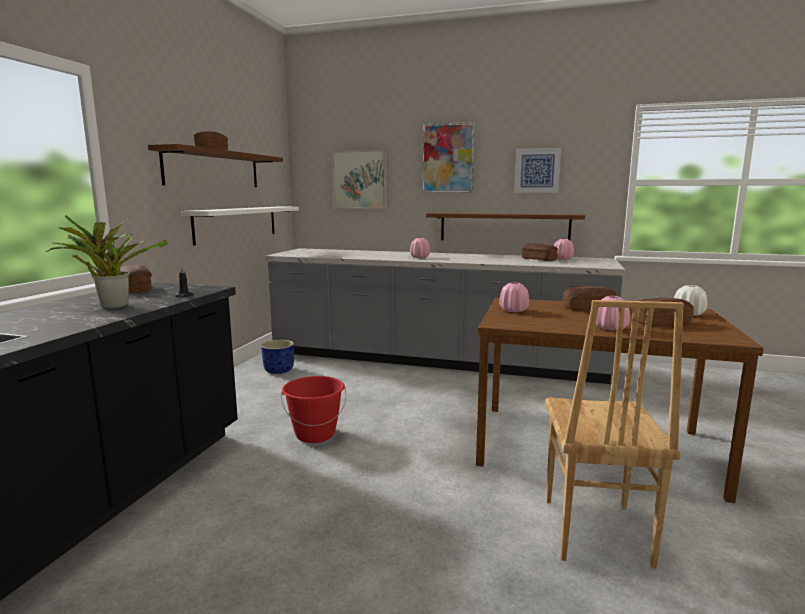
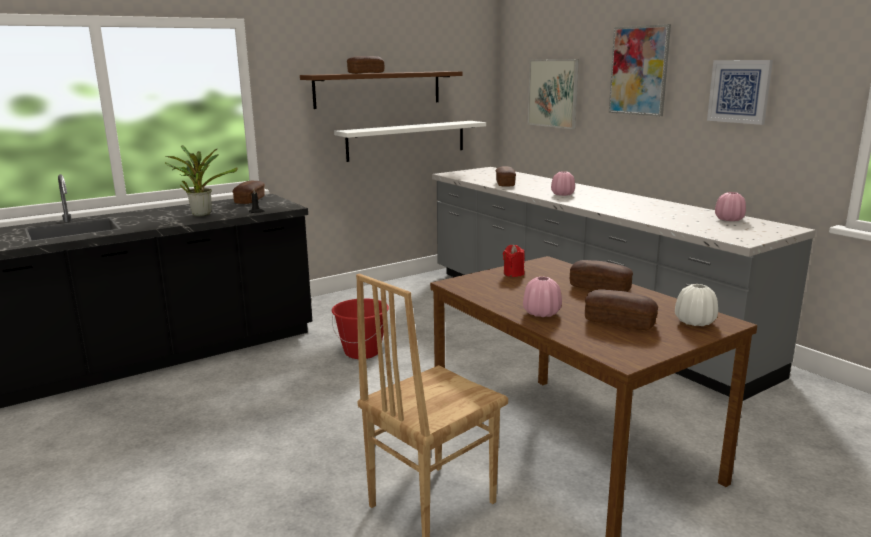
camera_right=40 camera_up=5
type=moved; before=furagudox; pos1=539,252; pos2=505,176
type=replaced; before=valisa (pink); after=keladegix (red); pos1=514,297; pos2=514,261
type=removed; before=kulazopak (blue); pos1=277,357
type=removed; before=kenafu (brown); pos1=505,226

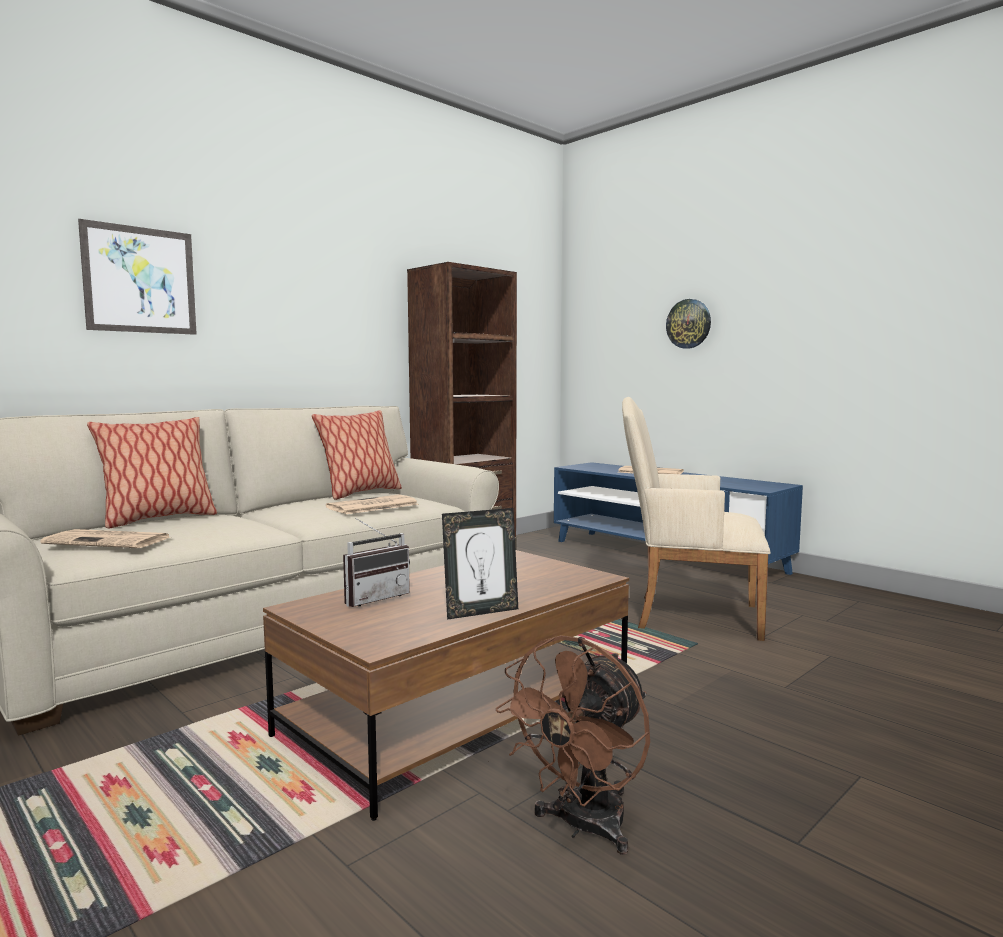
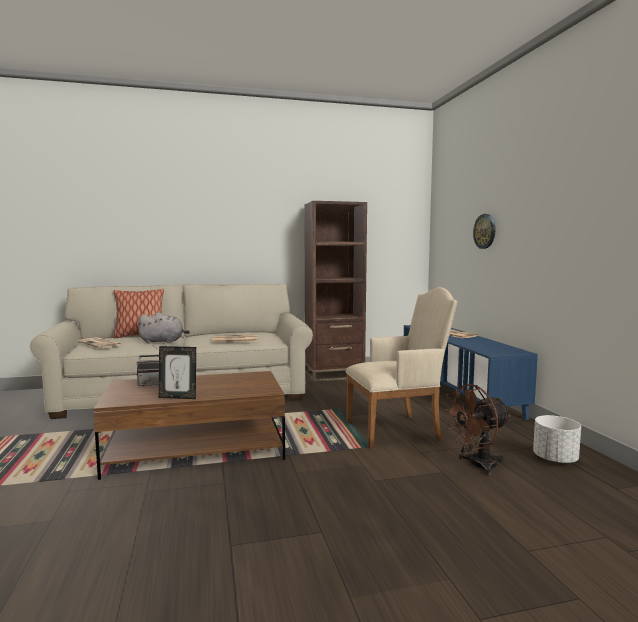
camera_right=30 camera_up=0
type=added; after=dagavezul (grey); pos2=163,328
type=turned; before=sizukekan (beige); pos1=696,519; pos2=401,368; turn=120
type=moved; before=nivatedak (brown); pos1=573,745; pos2=477,430
type=added; after=kulazopak (white); pos2=557,439
type=removed; before=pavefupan; pos1=137,277
type=removed; before=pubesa; pos1=357,455

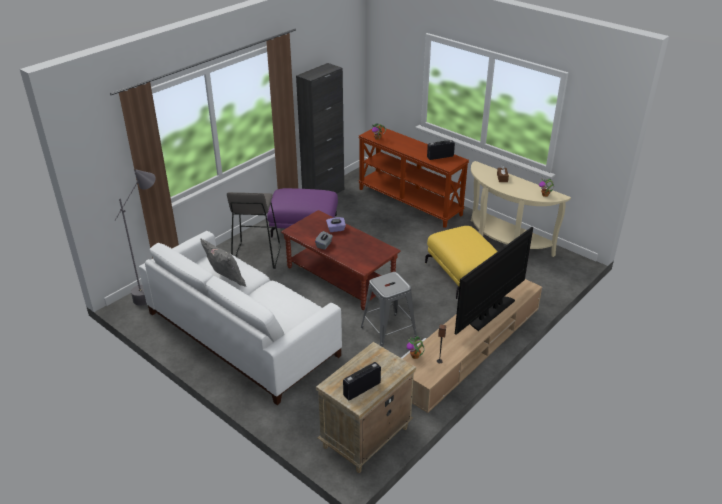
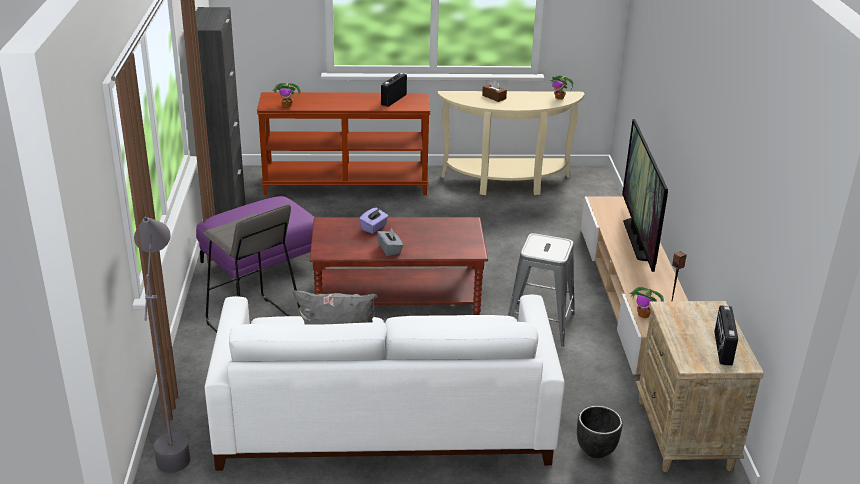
camera_right=-45 camera_up=-5
type=added; after=kulazopak (black); pos2=600,432
type=removed; before=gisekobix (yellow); pos1=461,262

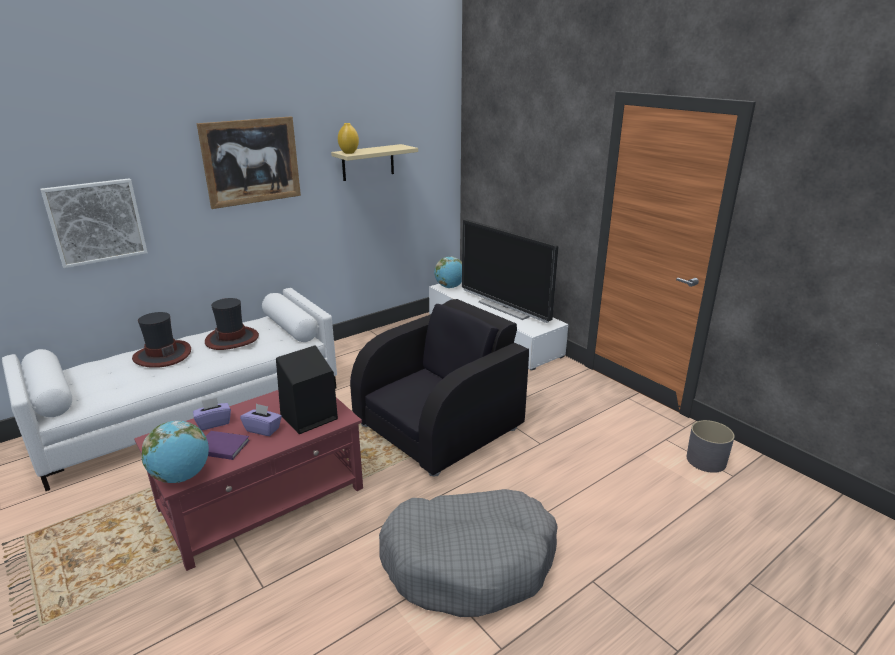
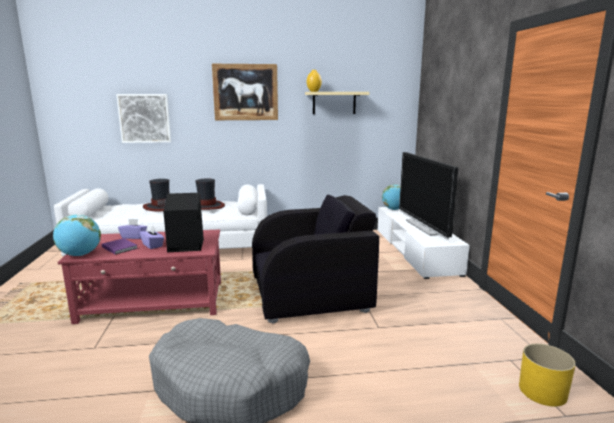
camera_right=30 camera_up=-10
type=recoloured; before=kulazopak (grey); after=kulazopak (yellow); pos1=711,446; pos2=547,375

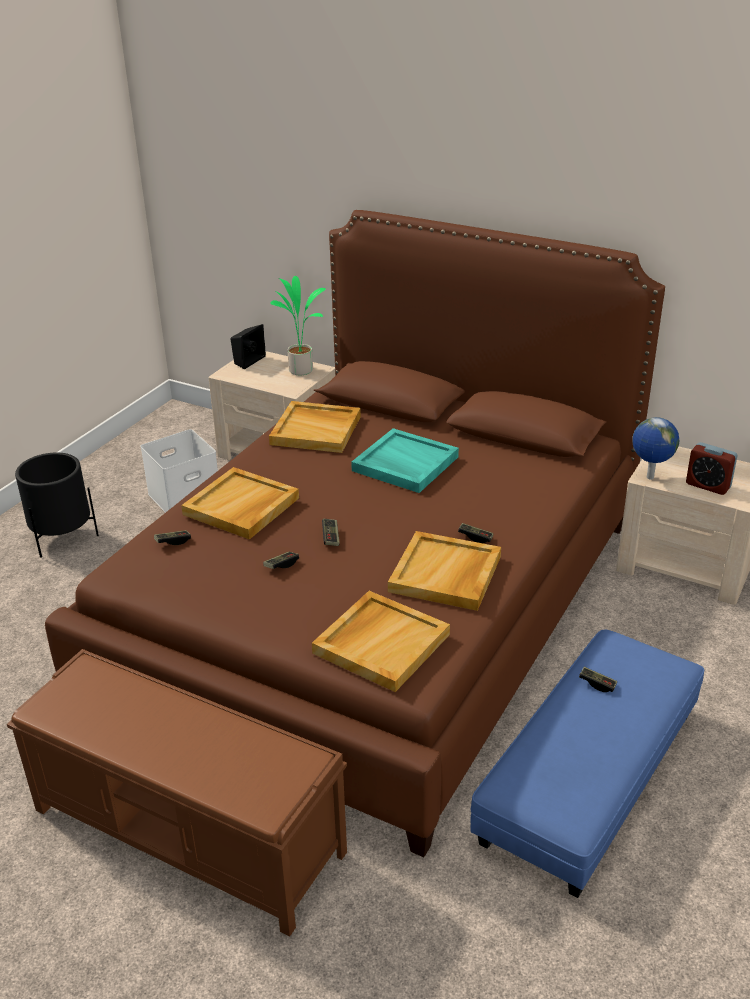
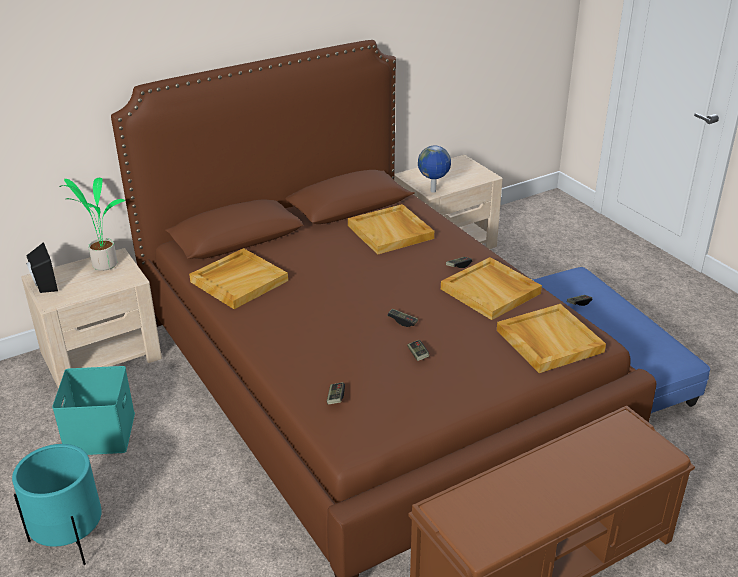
camera_right=-60 camera_up=0
type=recoloured; before=kulazopak (black); after=kulazopak (turquoise); pos1=57,505; pos2=57,504
type=recoloured; before=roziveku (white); after=roziveku (turquoise); pos1=179,471; pos2=93,410
type=moved; before=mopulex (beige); pos1=240,503; pos2=391,229
type=removed; before=mopulex (turquoise); pos1=405,460
type=removed; before=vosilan; pos1=711,468

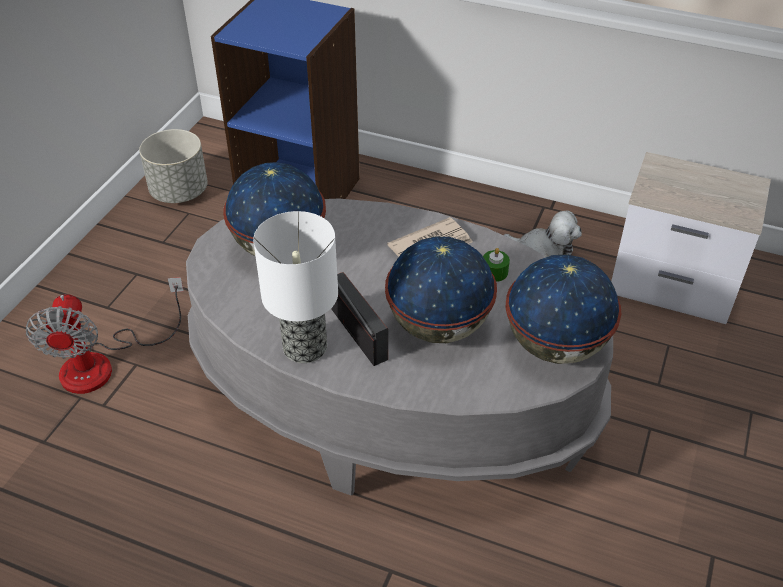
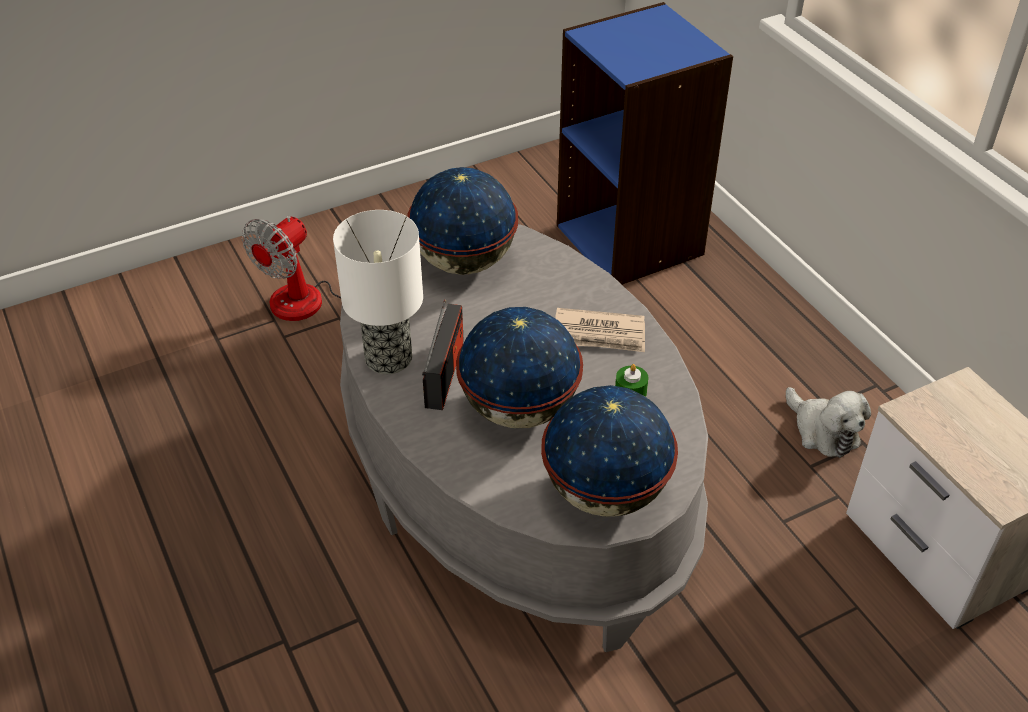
camera_right=40 camera_up=0
type=removed; before=kulazopak (grey); pos1=173,166

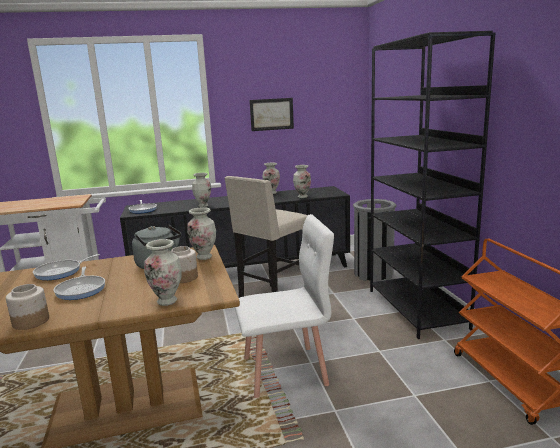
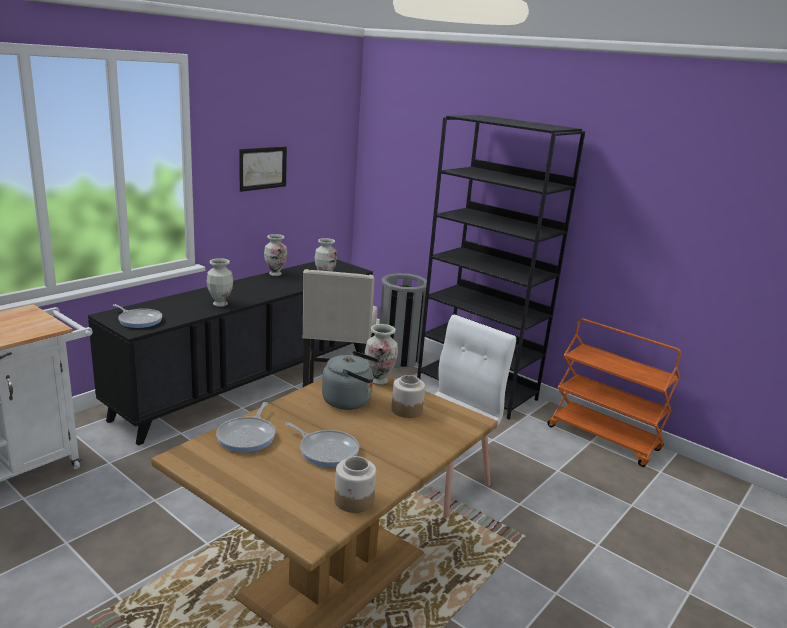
camera_right=-40 camera_up=5
type=removed; before=valisa; pos1=163,272

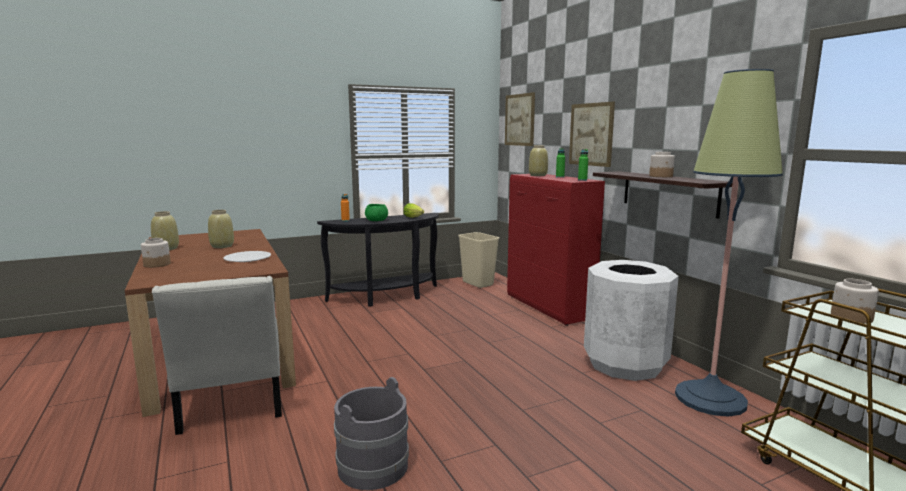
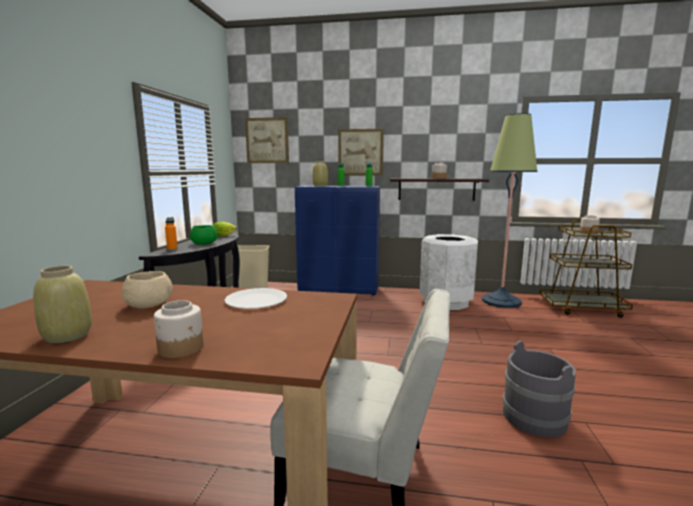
camera_right=-55 camera_up=0
type=replaced; before=valisa (beige); after=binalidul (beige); pos1=221,229; pos2=147,290
type=recoloured; before=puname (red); after=puname (blue); pos1=556,250; pos2=337,240

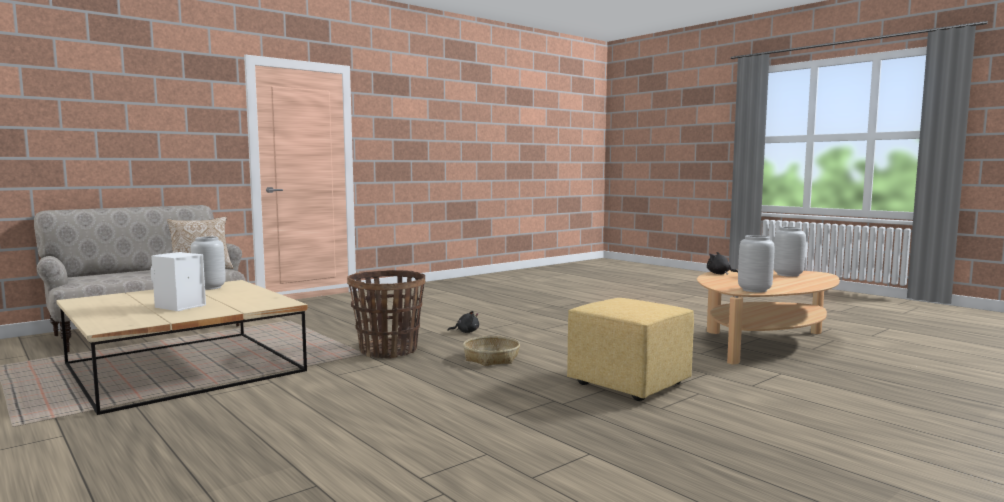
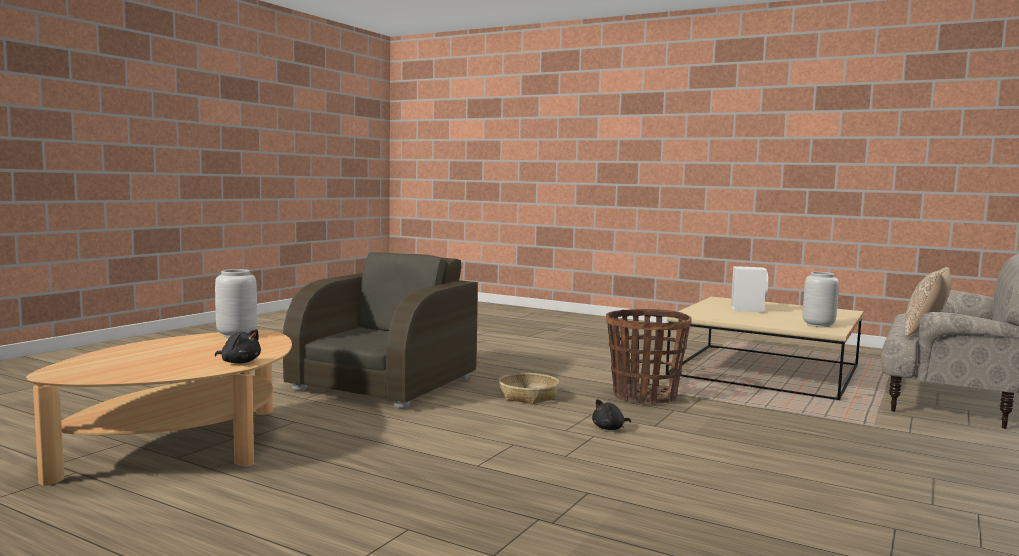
camera_right=160 camera_up=0
type=replaced; before=gisekobix (yellow); after=sizukekan (brown); pos1=630,349; pos2=380,330
type=removed; before=valisa (grey); pos1=790,252

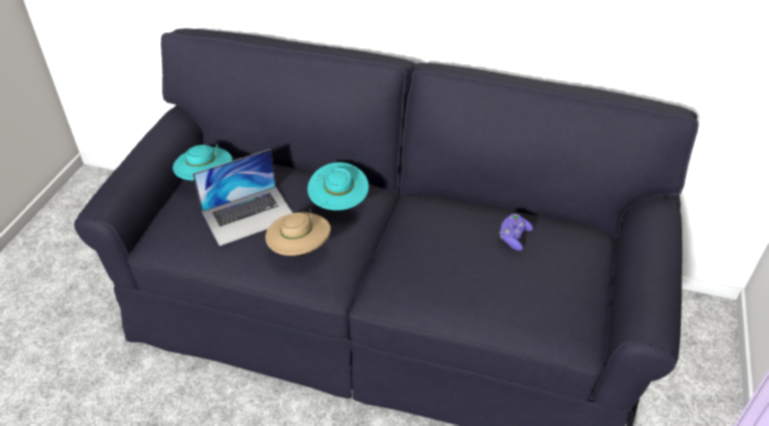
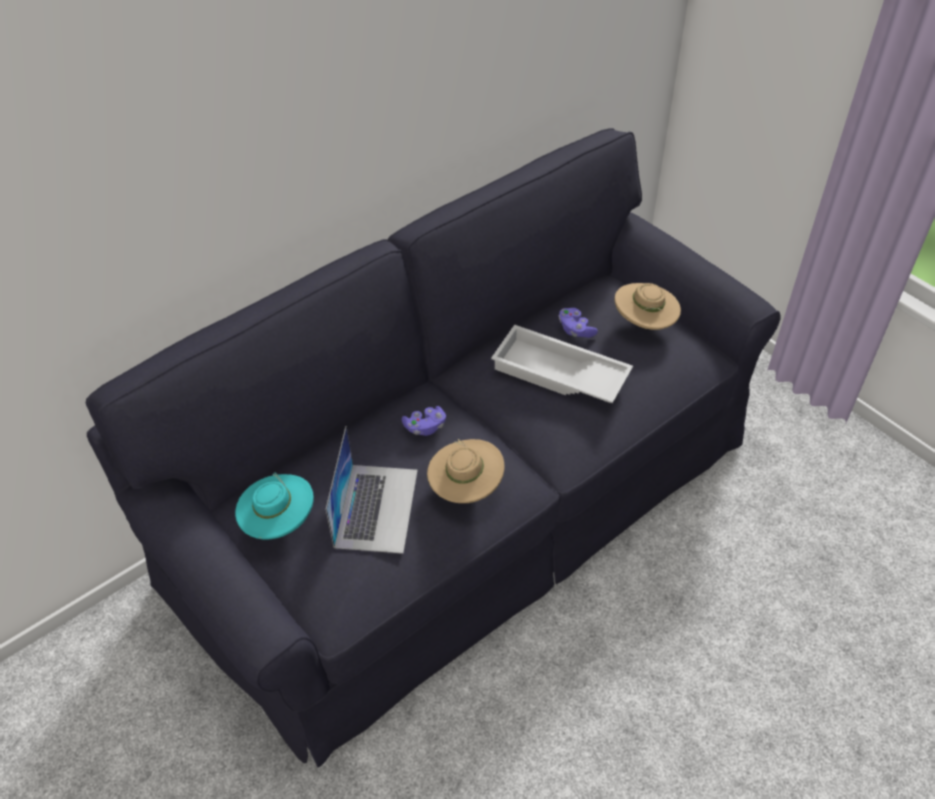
camera_right=-55 camera_up=5
type=replaced; before=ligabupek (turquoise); after=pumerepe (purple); pos1=338,186; pos2=424,421
type=added; after=mopulex (white); pos2=562,364
type=added; after=ligabupek (beige); pos2=647,306

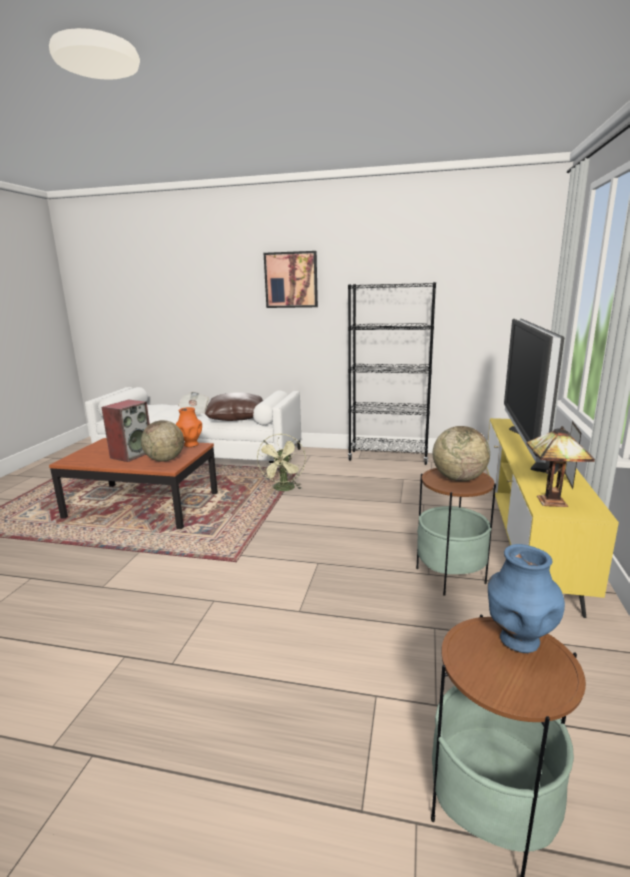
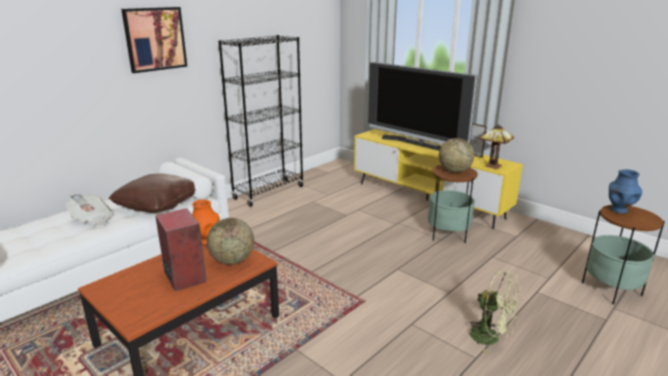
camera_right=-60 camera_up=5
type=moved; before=nivatedak (green); pos1=281,462; pos2=493,312

